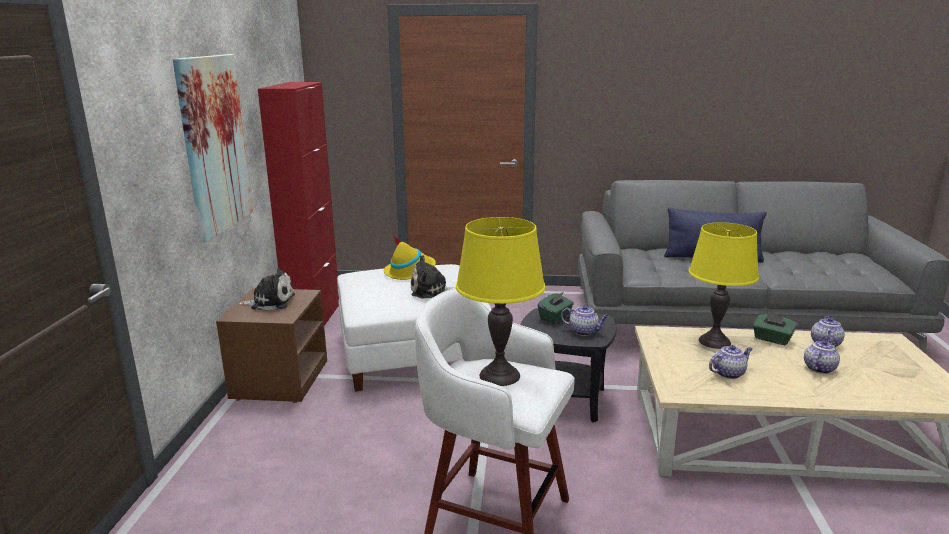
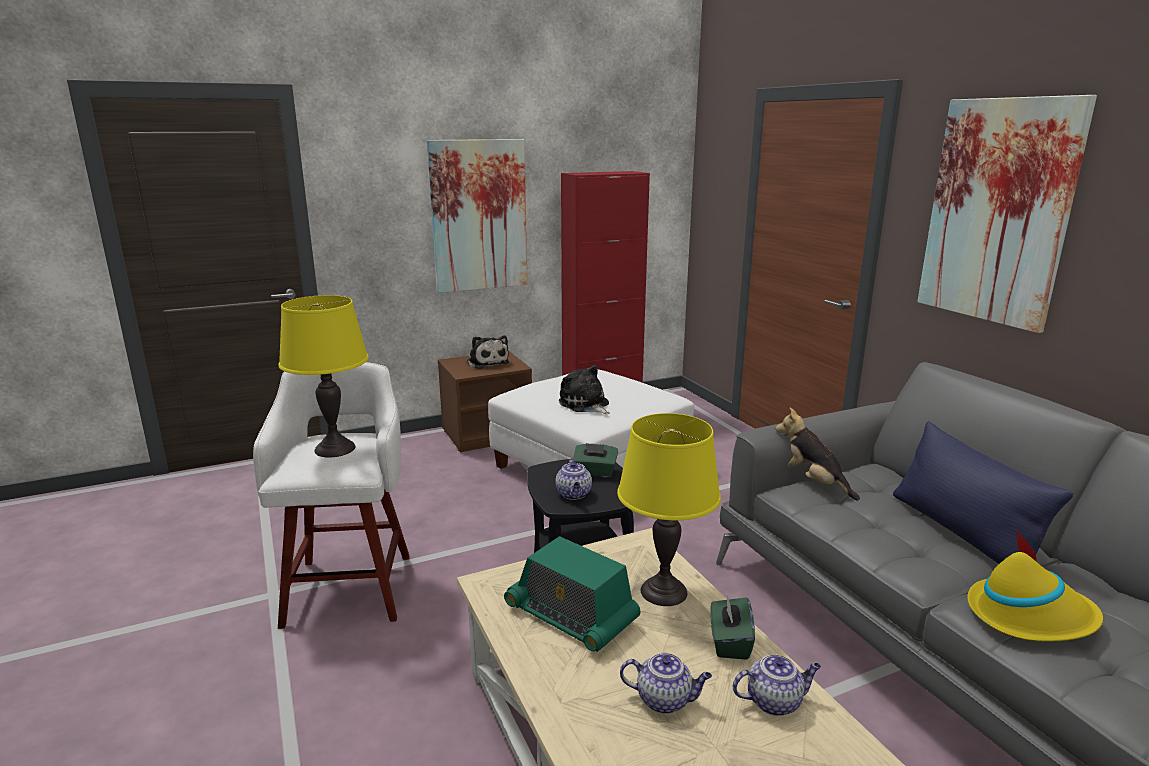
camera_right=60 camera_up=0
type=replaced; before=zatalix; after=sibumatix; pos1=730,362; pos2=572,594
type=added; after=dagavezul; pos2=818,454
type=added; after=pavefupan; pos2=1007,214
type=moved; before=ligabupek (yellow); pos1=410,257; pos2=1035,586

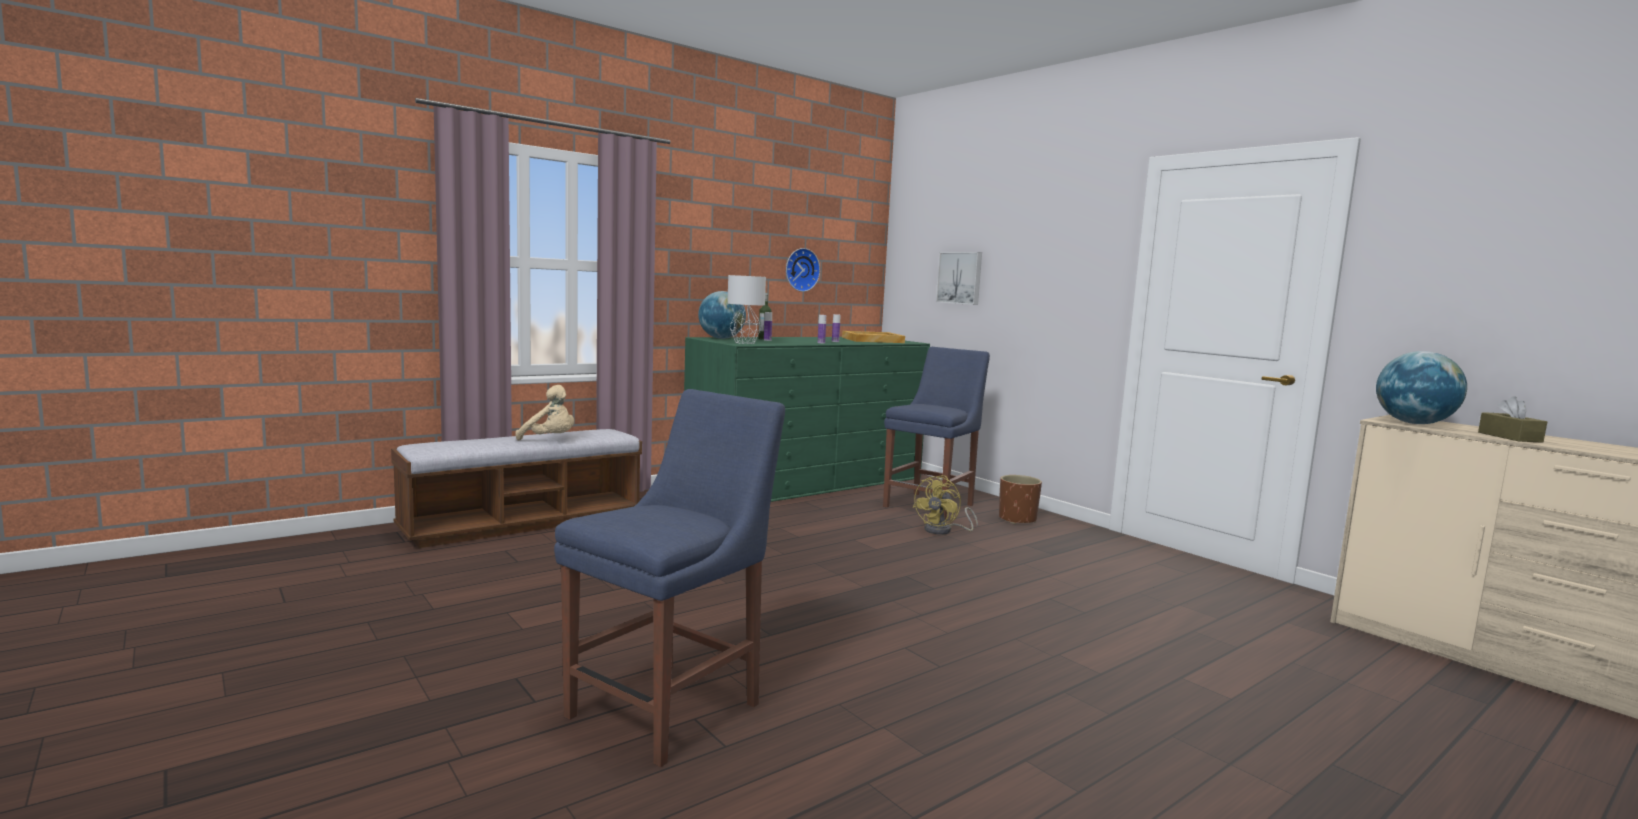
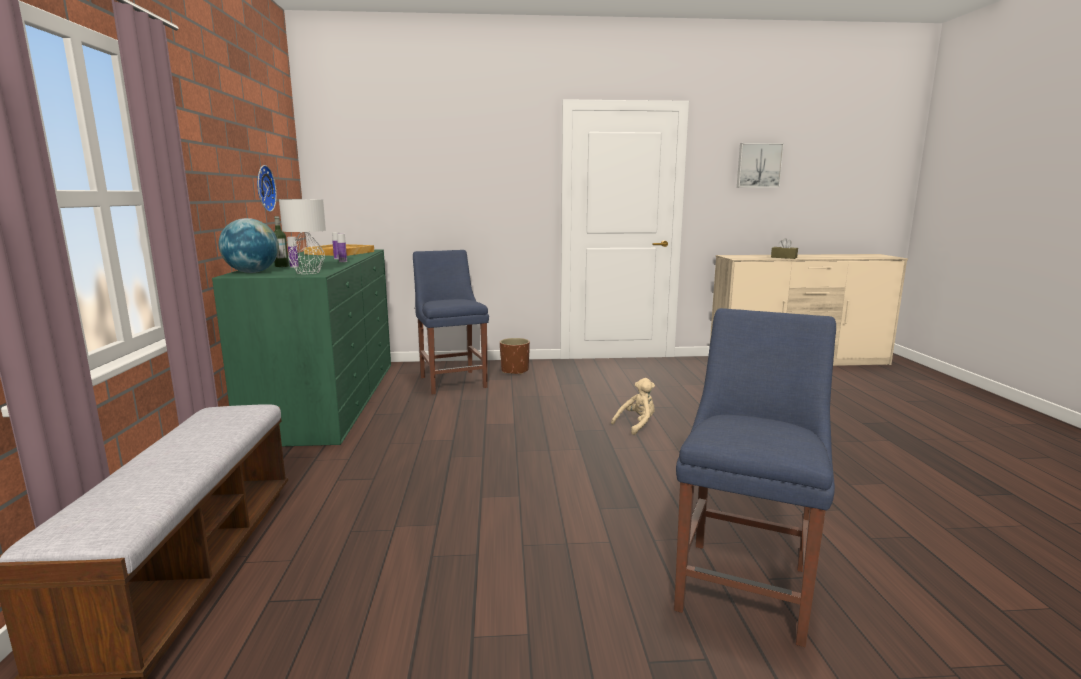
camera_right=-55 camera_up=5
type=moved; before=dagavezul (beige); pos1=544,412; pos2=633,406
type=turned; before=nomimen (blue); pos1=669,578; pos2=755,477; turn=45
type=moved; before=pavefupan; pos1=959,278; pos2=760,165
type=removed; before=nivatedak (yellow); pos1=945,505
type=removed; before=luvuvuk; pos1=1421,387

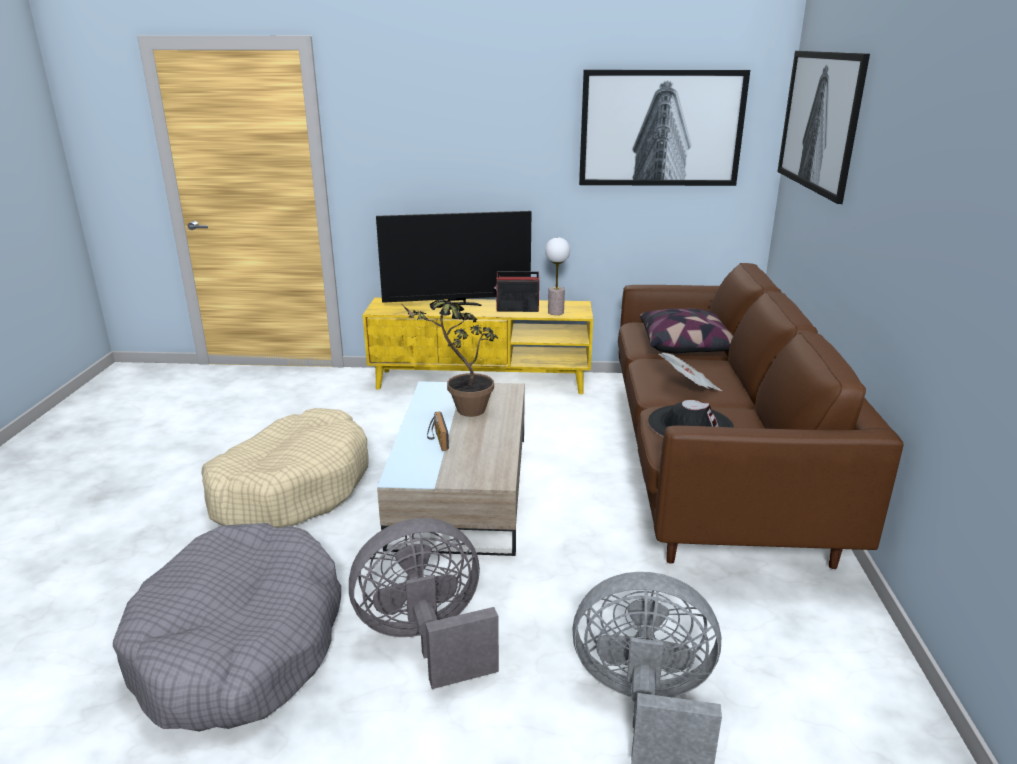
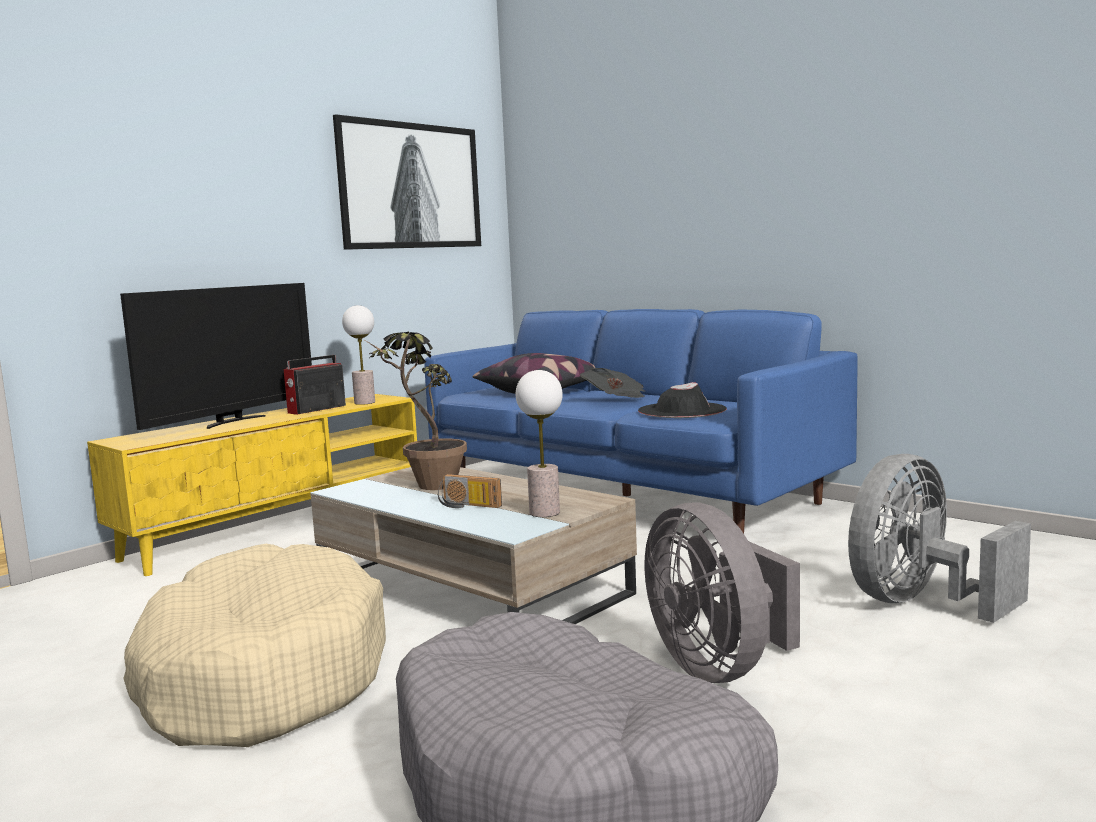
camera_right=-50 camera_up=-15
type=recoloured; before=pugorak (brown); after=pugorak (blue); pos1=761,416; pos2=641,421
type=added; after=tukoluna; pos2=539,443
type=turned; before=nivatedak (grey); pos1=424,603; pos2=722,592; turn=-45
type=removed; before=pavefupan; pos1=823,127

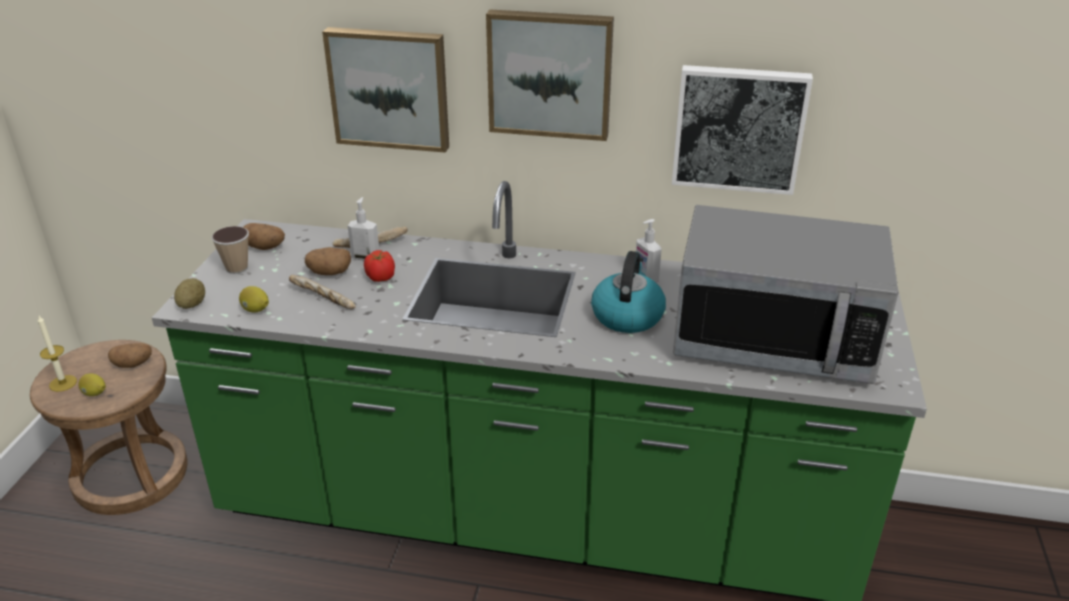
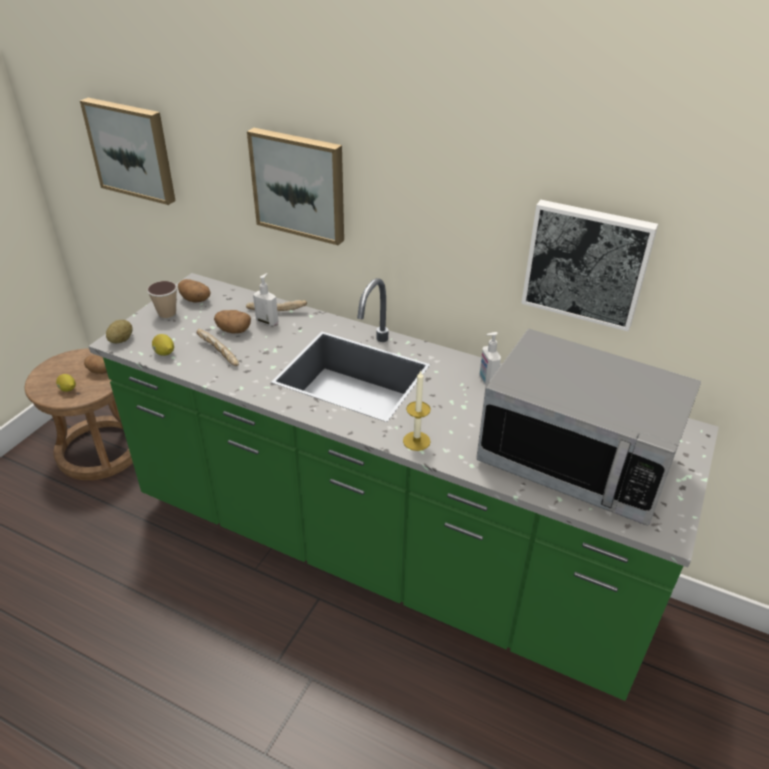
camera_right=15 camera_up=5
type=moved; before=pavefupan; pos1=550,75; pos2=128,151
type=moved; before=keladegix; pos1=57,354; pos2=417,410
type=removed; before=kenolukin; pos1=379,266
type=removed; before=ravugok; pos1=628,292

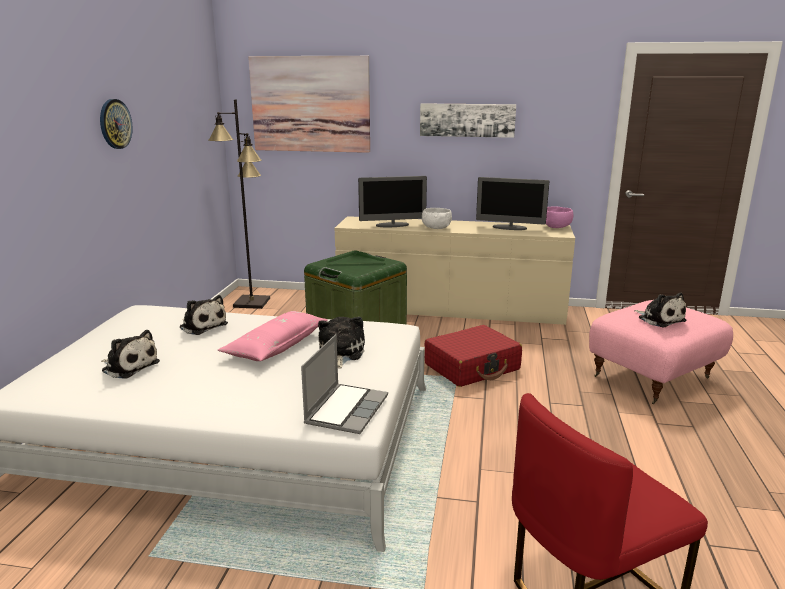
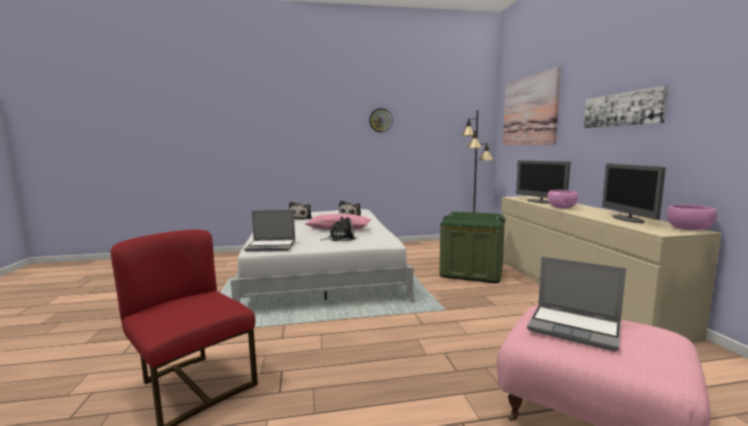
camera_right=70 camera_up=-10
type=replaced; before=dagavezul; after=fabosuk; pos1=660,310; pos2=576,304
type=recoloured; before=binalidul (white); after=binalidul (pink); pos1=437,218; pos2=562,199
type=removed; before=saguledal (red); pos1=473,356

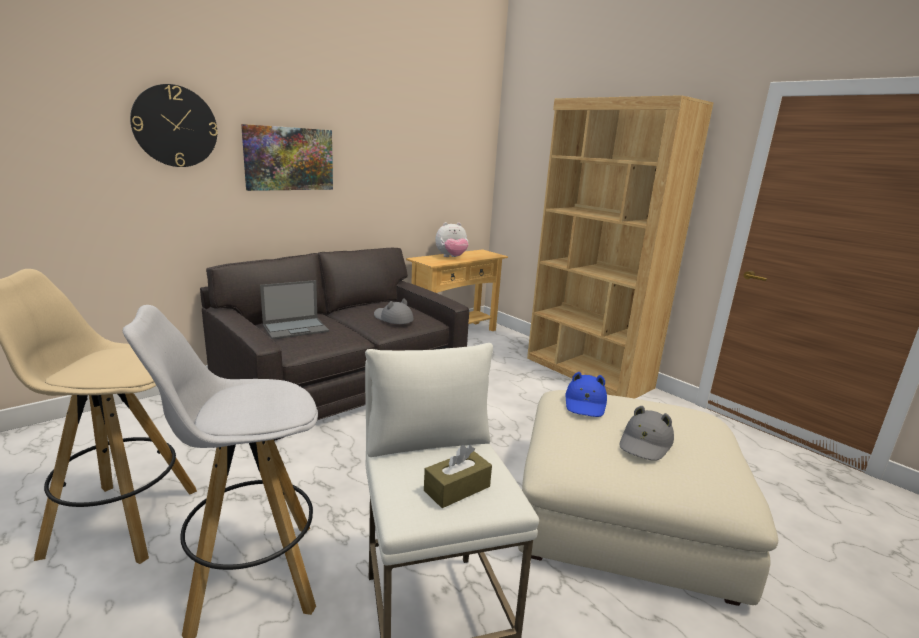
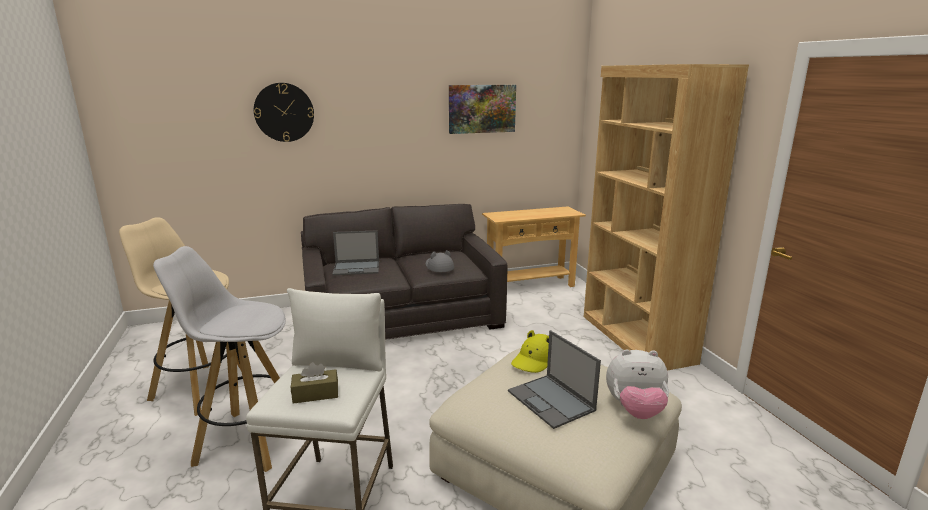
camera_right=25 camera_up=0
type=moved; before=pavefupan; pos1=287,157; pos2=482,109
type=replaced; before=ligabupek (grey); after=fabosuk; pos1=646,433; pos2=554,379
type=recoloured; before=ligabupek (blue); after=ligabupek (yellow); pos1=586,394; pos2=530,351
type=moved; before=dagavezul; pos1=452,239; pos2=637,384

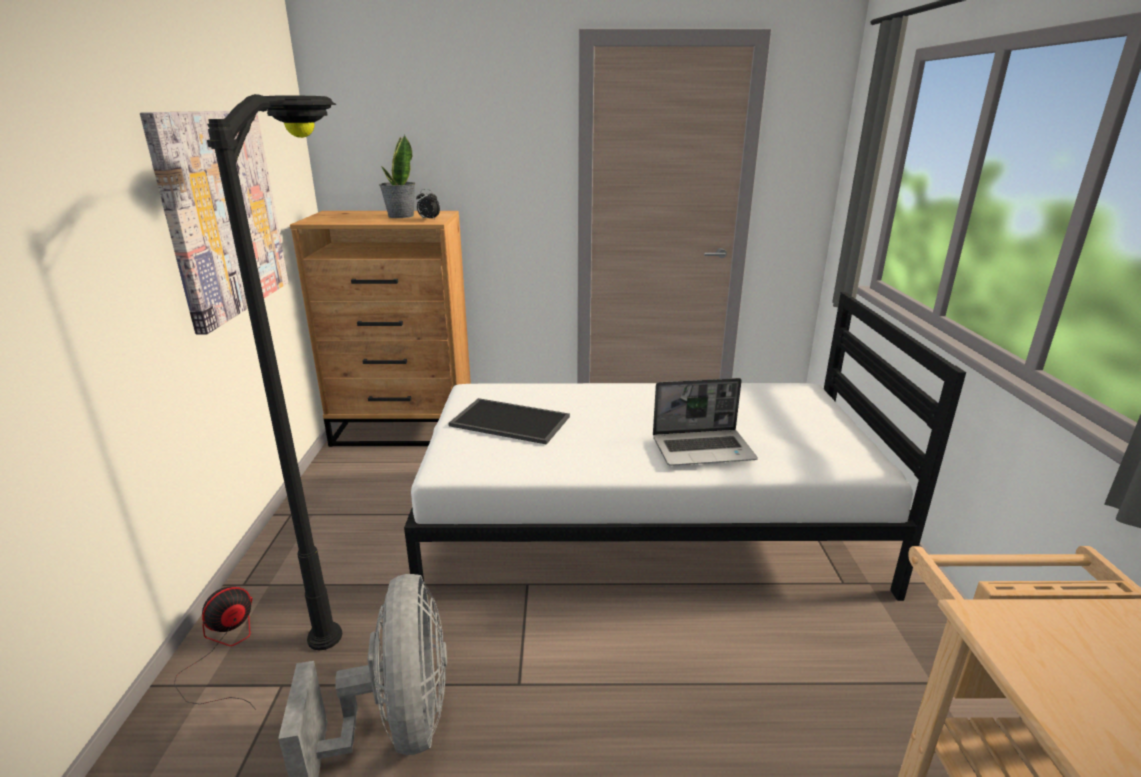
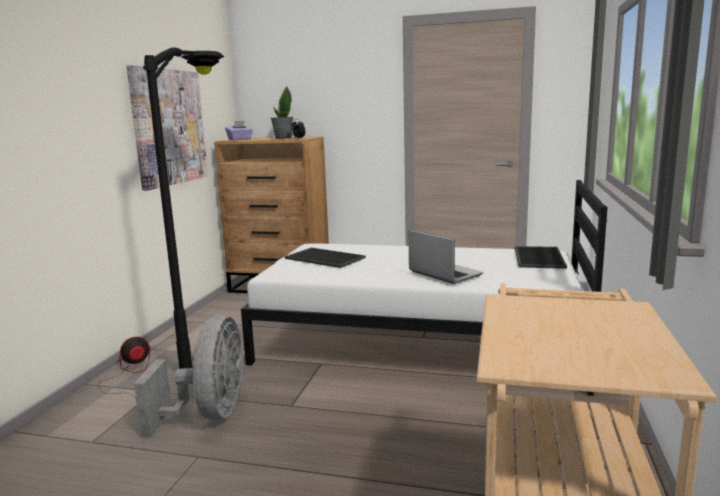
camera_right=15 camera_up=-10
type=added; after=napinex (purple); pos2=239,130
type=turned; before=fabosuk; pos1=705,422; pos2=446,256; turn=-135
type=added; after=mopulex; pos2=541,257

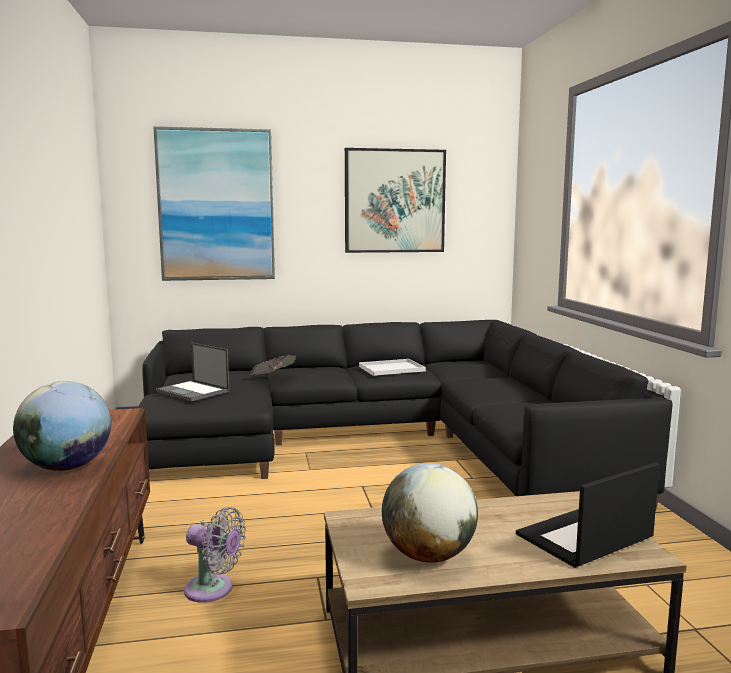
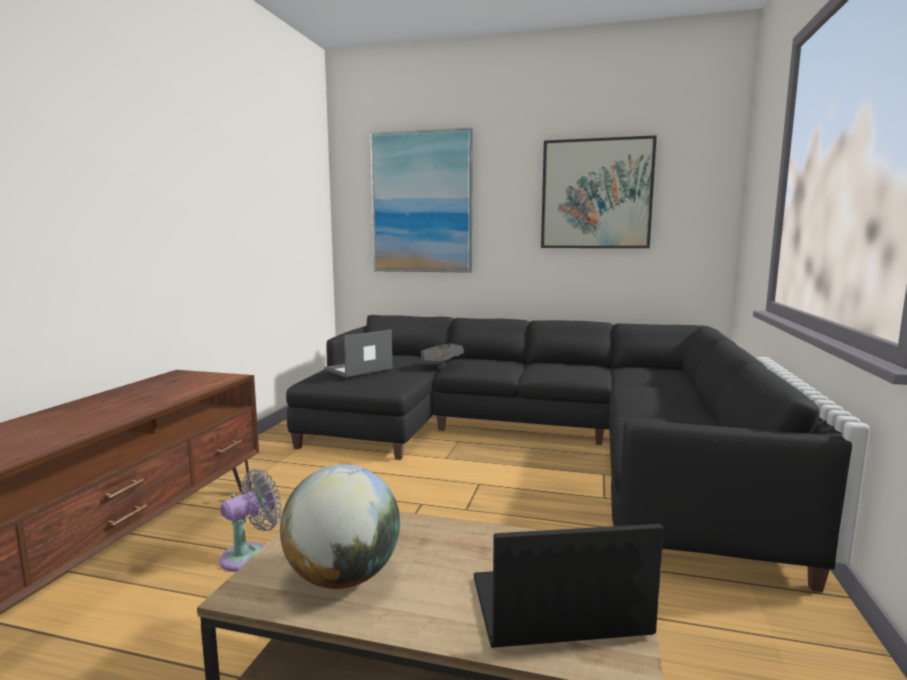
camera_right=25 camera_up=0
type=turned; before=nivatedak (grey); pos1=215,555; pos2=250,520; turn=-90
type=turned; before=fabosuk; pos1=192,371; pos2=358,353; turn=75
type=removed; before=luvuvuk; pos1=62,426
type=removed; before=mopulex (white); pos1=392,367

